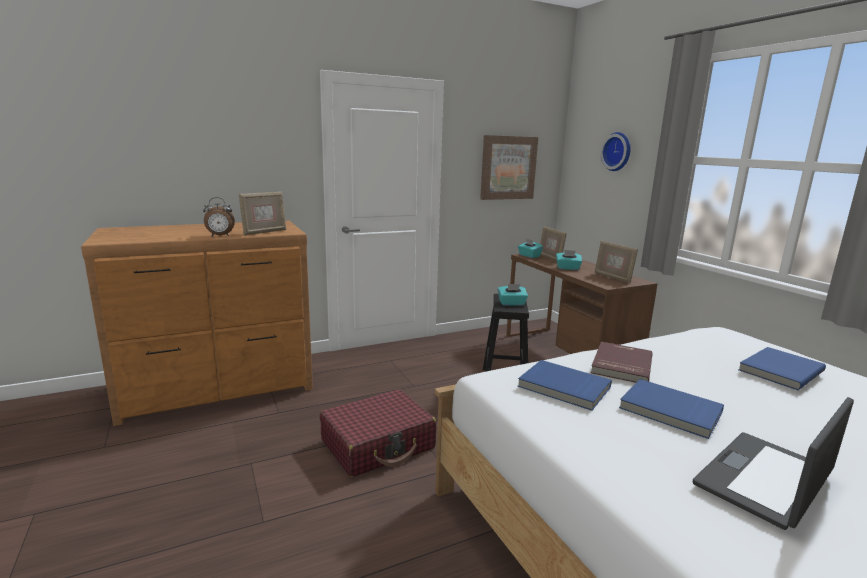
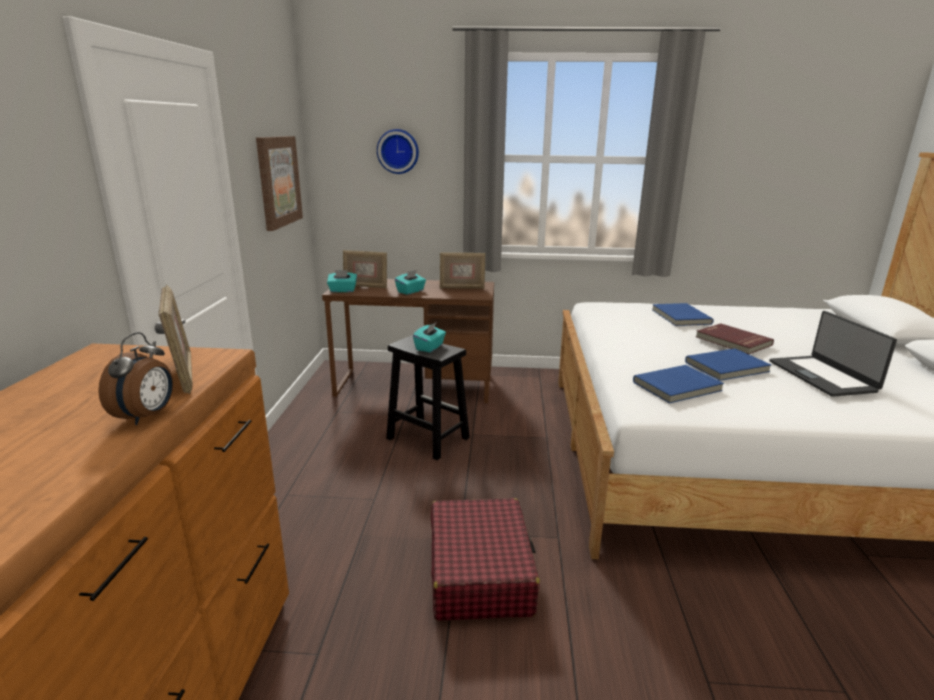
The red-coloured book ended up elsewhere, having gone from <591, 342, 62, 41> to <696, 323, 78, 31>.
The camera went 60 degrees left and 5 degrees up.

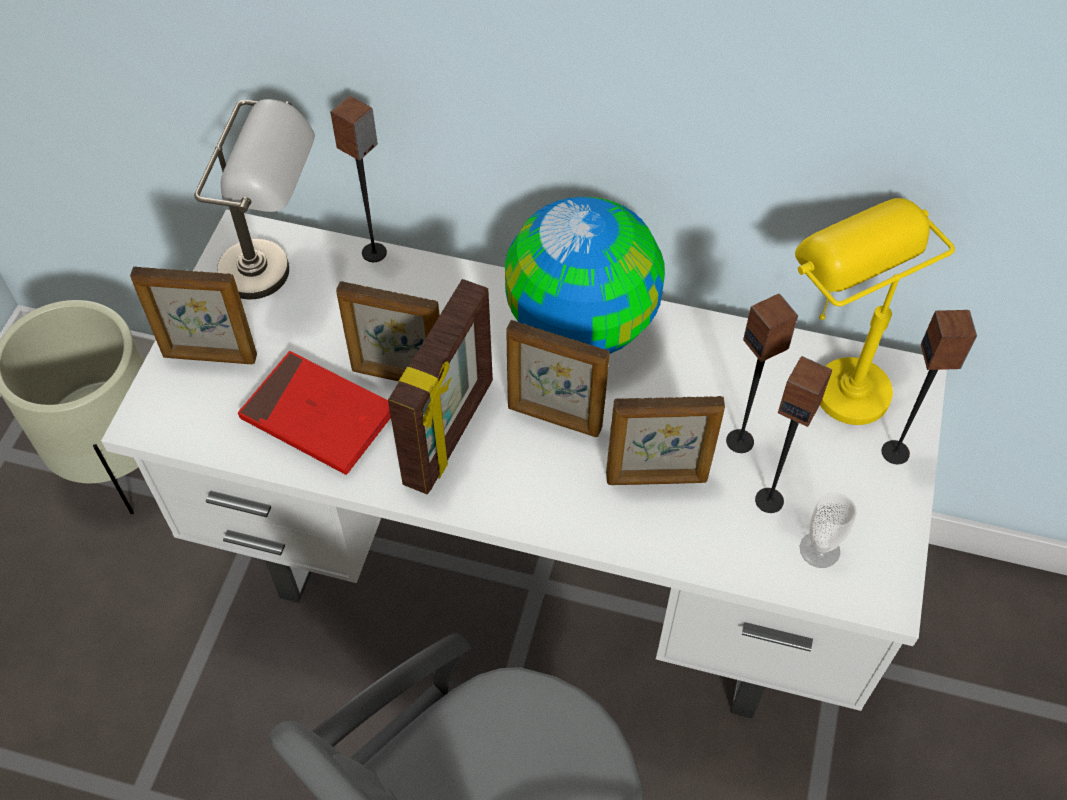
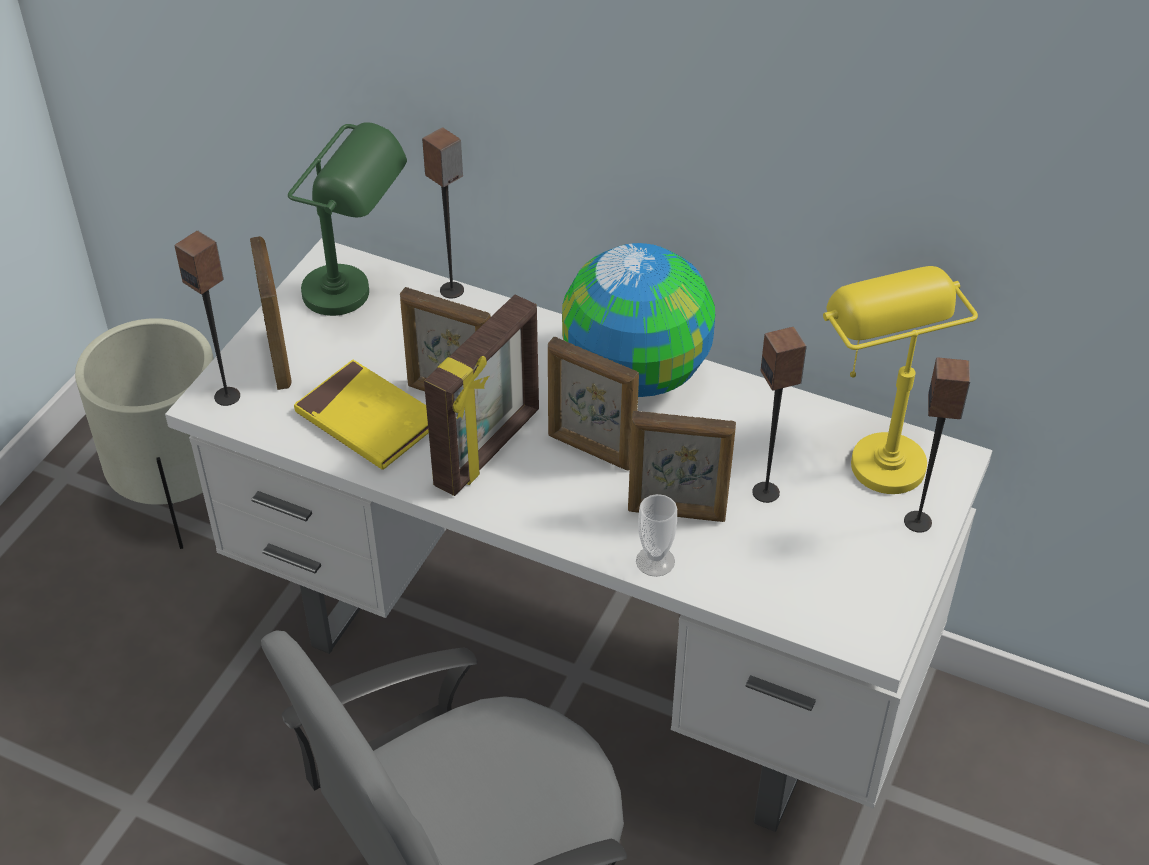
The standing frame at <130, 266, 127, 98> ended up facing another way, 120 degrees counterclockwise from before.
What was the gray table lamp at <194, 99, 121, 200> turned into the greenish table lamp at <288, 122, 119, 194>.
What was the red-coloured book at <238, 351, 153, 124> turned into the yellow book at <294, 360, 135, 110>.
The loudspeaker ended up elsewhere, having gone from <755, 356, 77, 157> to <174, 231, 66, 175>.
The drinking cup ended up elsewhere, having gone from <800, 493, 57, 75> to <636, 494, 41, 83>.
The camera went 10 degrees right and 10 degrees down.

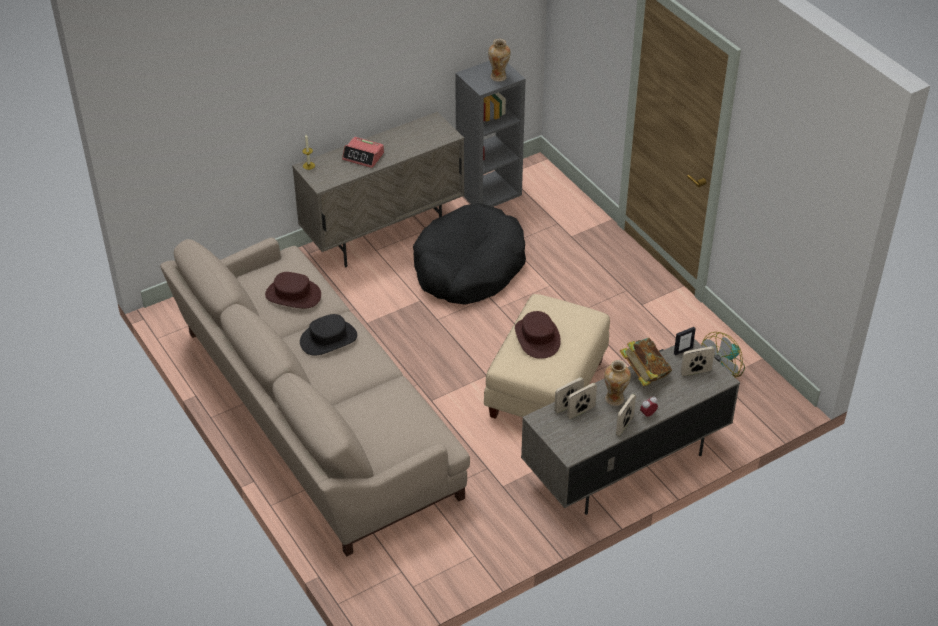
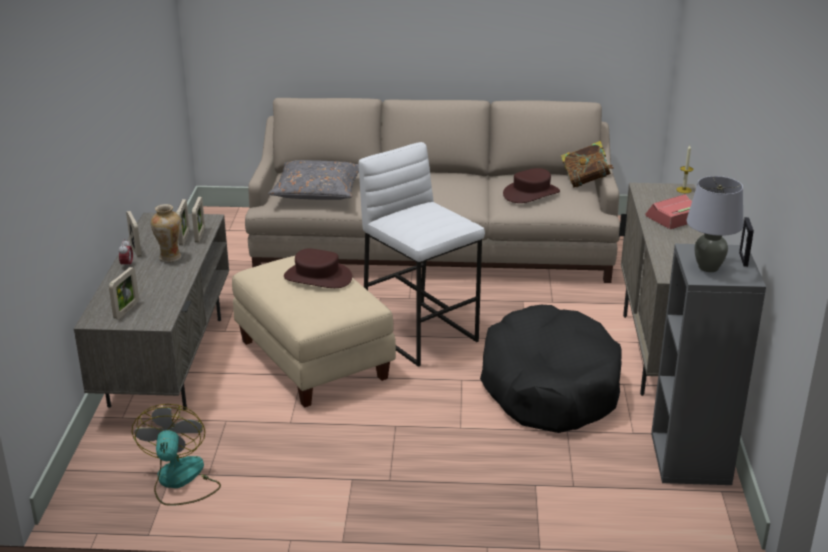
The second view lost the black-coloured hat at <300, 314, 57, 42>.
Where the decorative vase stood at <488, 39, 23, 43>, the gray table lamp came to stand at <687, 176, 57, 96>.
The book ended up elsewhere, having gone from <620, 338, 52, 48> to <561, 141, 53, 47>.
The standing frame ended up elsewhere, having gone from <674, 327, 22, 29> to <739, 217, 15, 50>.
The second view gained the gray throw pillow at <268, 160, 91, 40>.
The second view gained the whitish sitting stool at <359, 142, 126, 225>.
The camera went 125 degrees right and 15 degrees down.

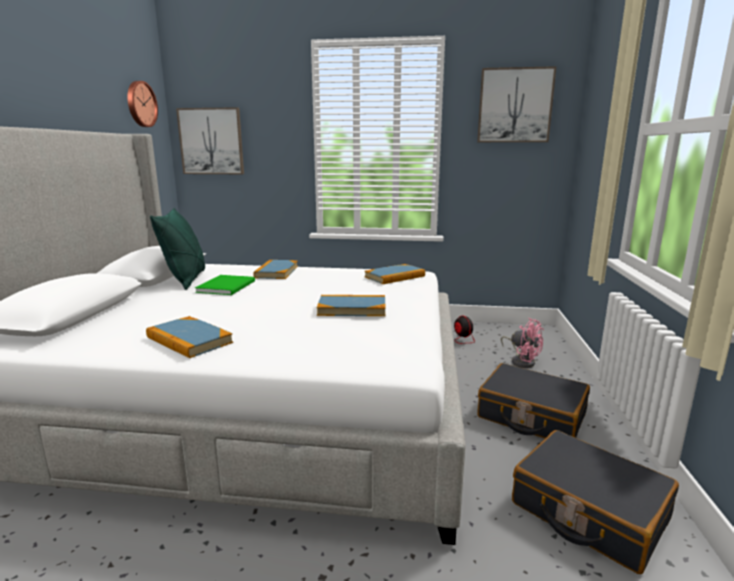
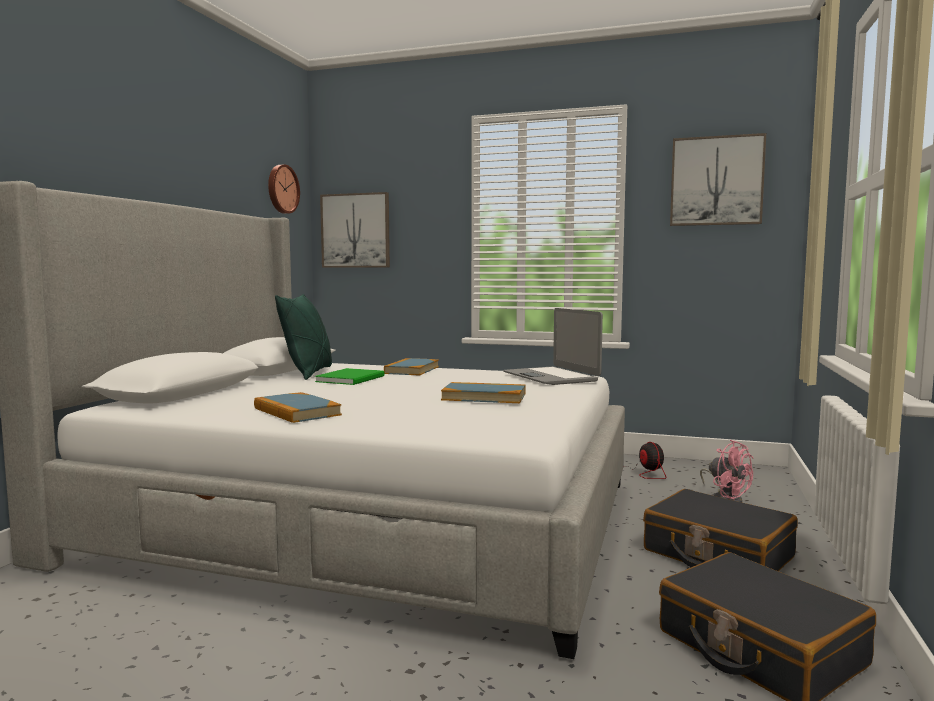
Where the book stood at <365, 264, 60, 20>, the laptop came to stand at <503, 308, 100, 77>.
The camera went 10 degrees right and 10 degrees down.

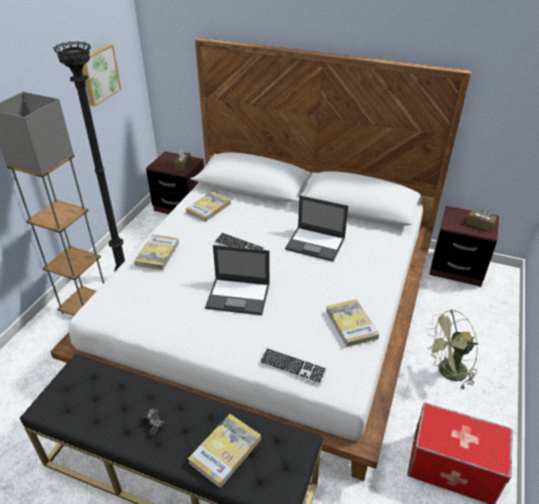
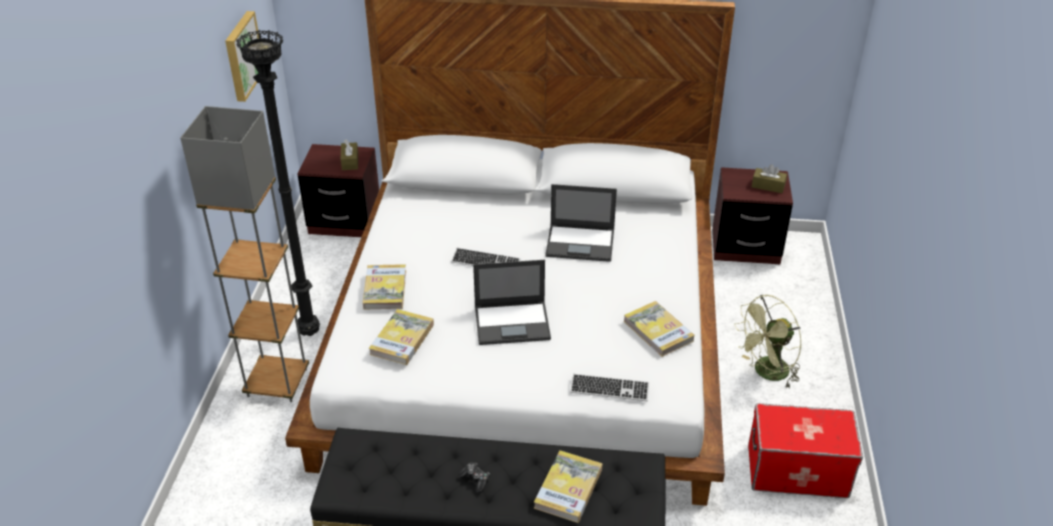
The book ended up elsewhere, having gone from <186, 191, 45, 31> to <369, 309, 65, 56>.
The camera went 15 degrees left and 0 degrees up.

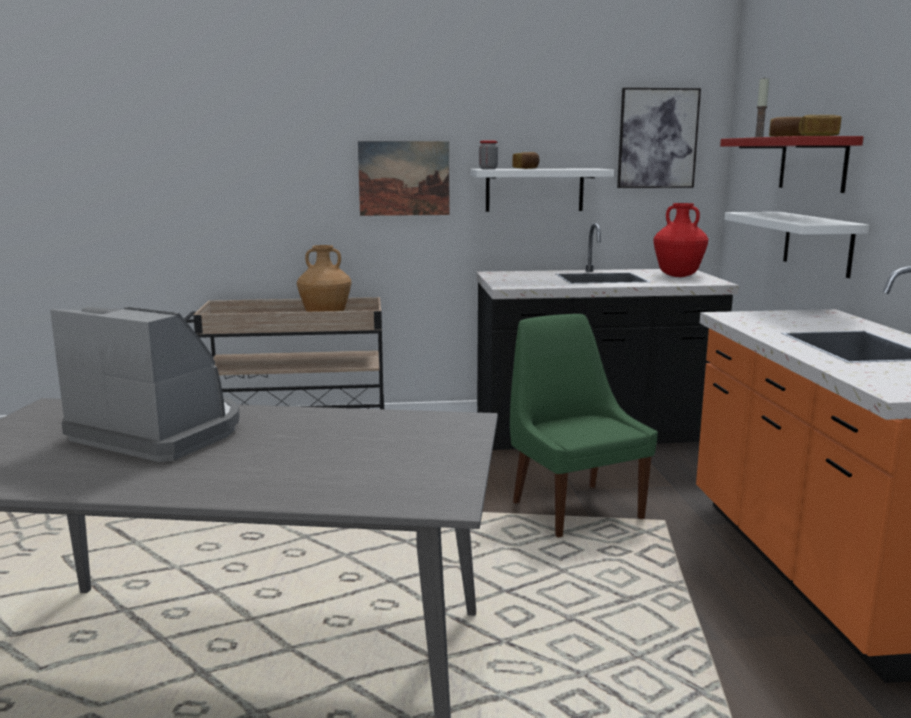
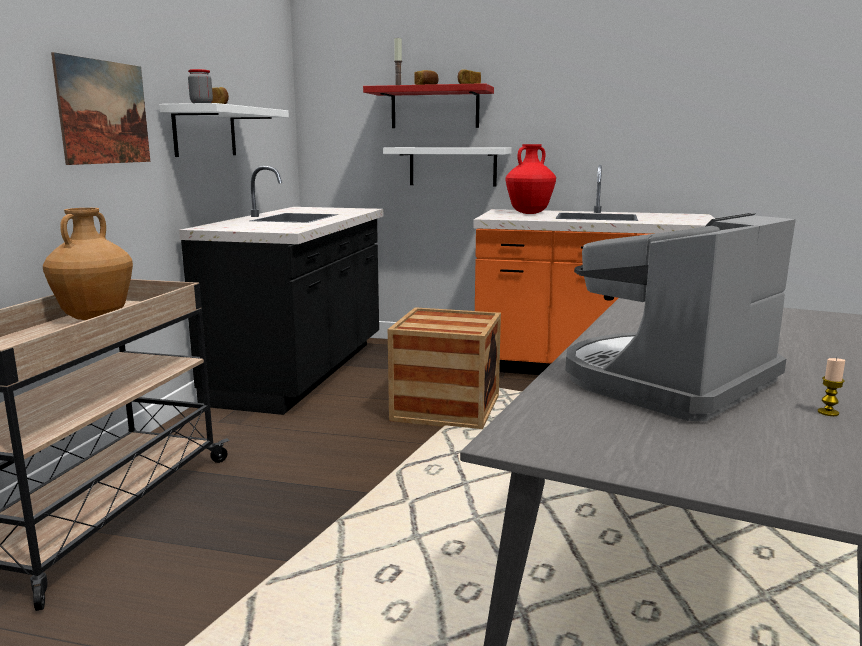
Where the greenish plain chair stood at <510, 314, 148, 224>, the shipping crate came to stand at <388, 307, 113, 122>.
The second view lost the wall art at <617, 88, 84, 100>.
The red-coloured decorative vase ended up elsewhere, having gone from <653, 203, 55, 74> to <506, 144, 50, 70>.
The second view gained the wax candle at <818, 358, 27, 58>.
The camera went 70 degrees left and 0 degrees up.

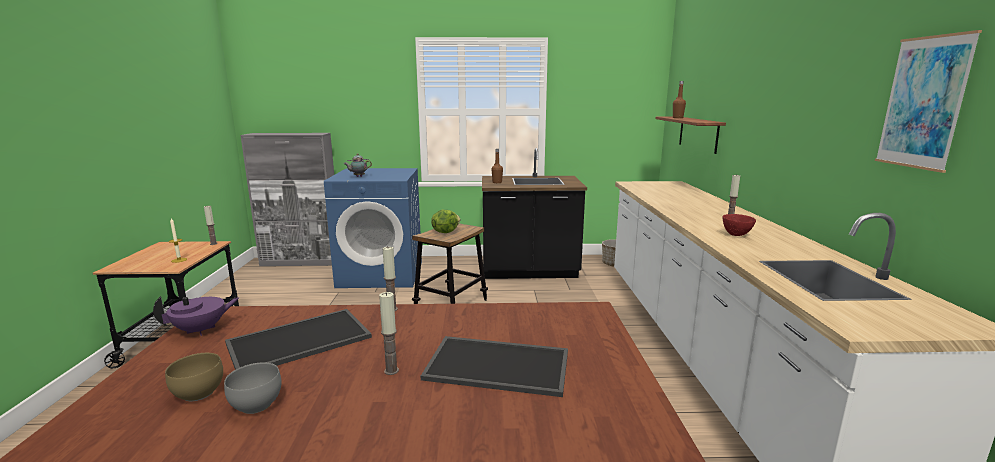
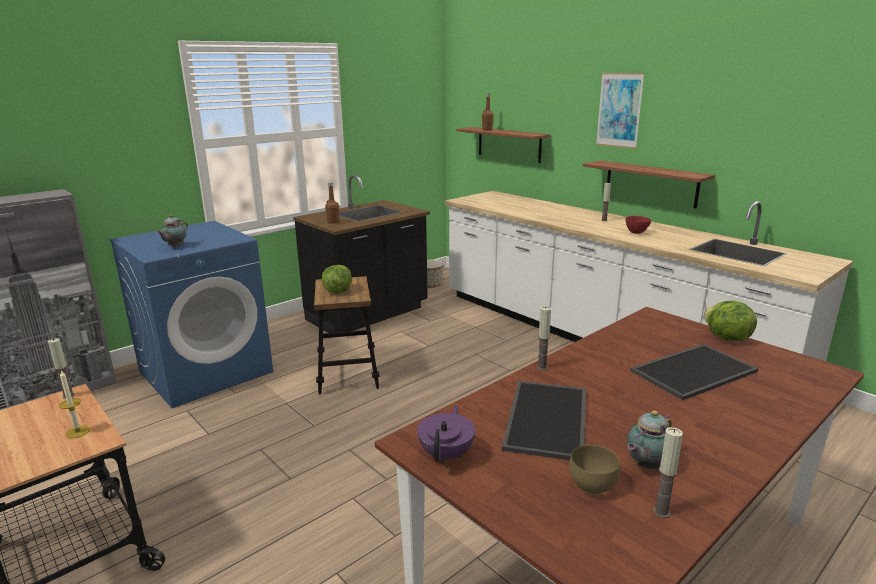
Where the gray deep dish stood at <224, 362, 57, 52>, the tea pot came to stand at <627, 411, 45, 58>.
The wax candle ended up elsewhere, having gone from <379, 292, 20, 83> to <653, 427, 30, 91>.
The wall art ended up elsewhere, having gone from <875, 30, 107, 143> to <596, 73, 49, 76>.
The second view gained the wall shelf at <583, 160, 132, 48>.
The second view gained the lettuce at <704, 300, 53, 41>.
The camera went 40 degrees left and 5 degrees up.

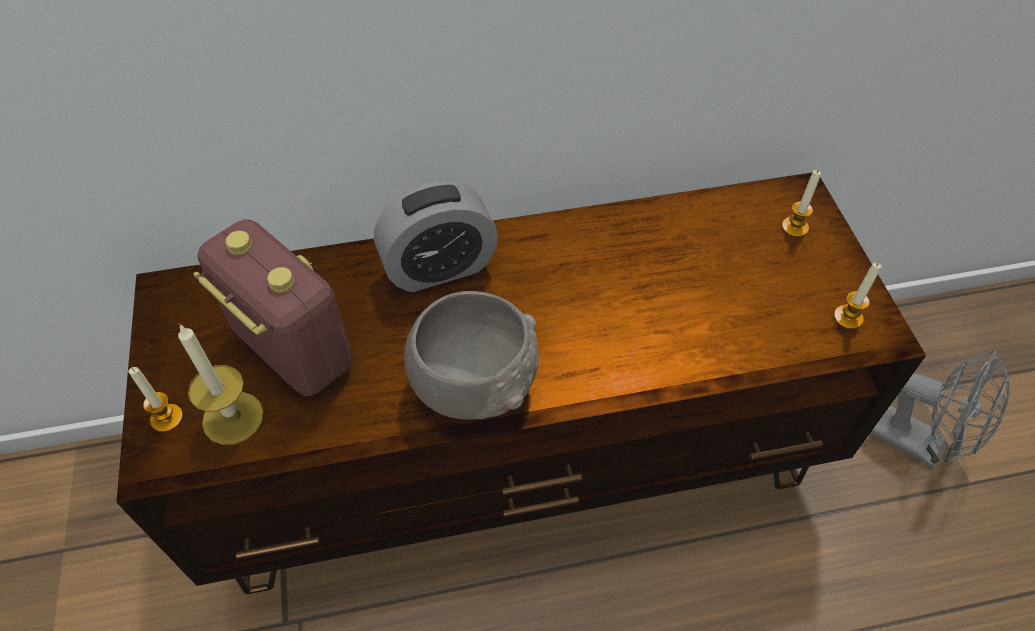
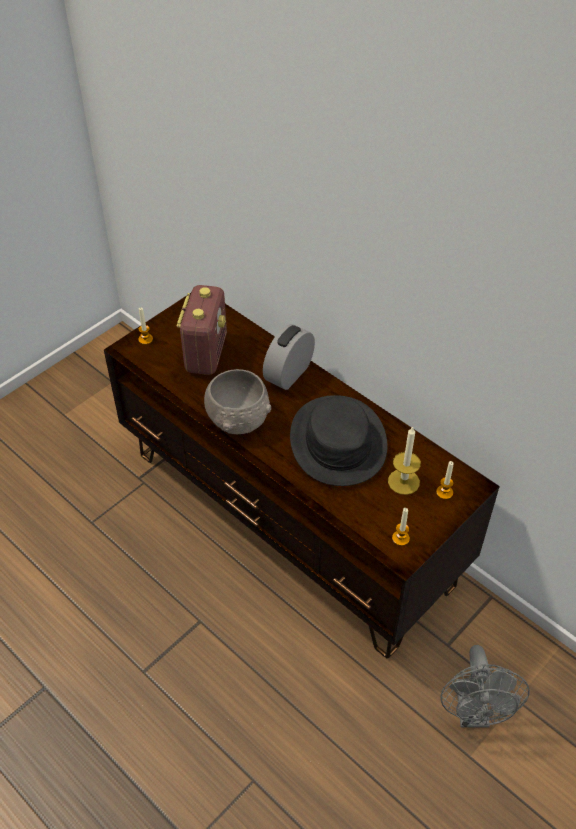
The wax candle ended up elsewhere, having gone from <178, 324, 86, 121> to <388, 426, 33, 69>.
The table clock at <374, 181, 124, 111> ended up facing another way, 90 degrees clockwise from before.
The second view gained the black-coloured hat at <290, 395, 97, 91>.
The camera went 55 degrees right and 5 degrees down.

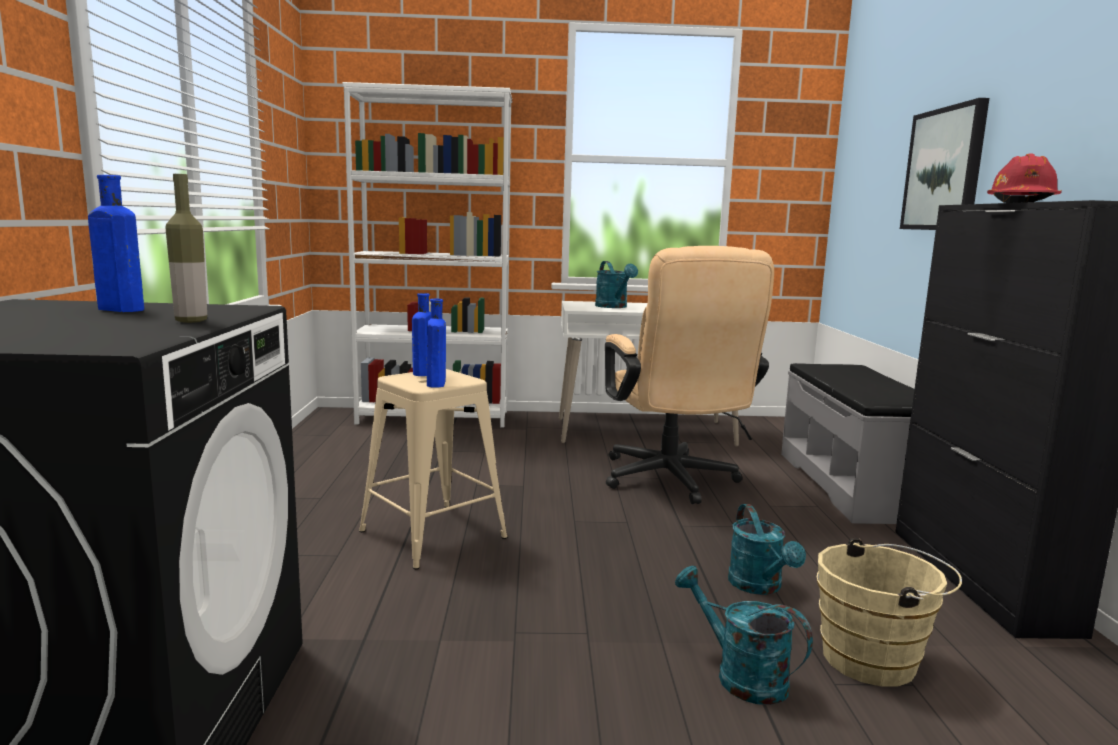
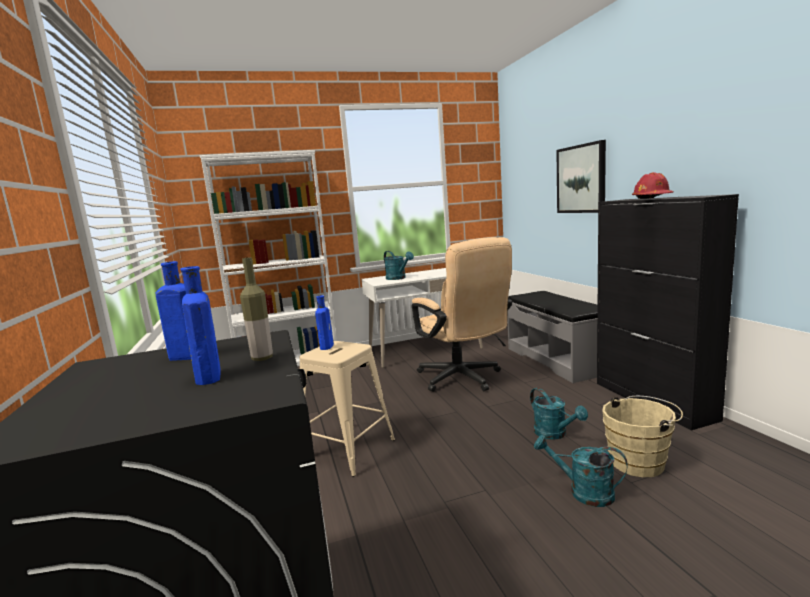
The bluish beverage bottle ended up elsewhere, having gone from <427, 298, 19, 90> to <180, 266, 41, 119>.
The camera went 15 degrees left and 0 degrees up.

